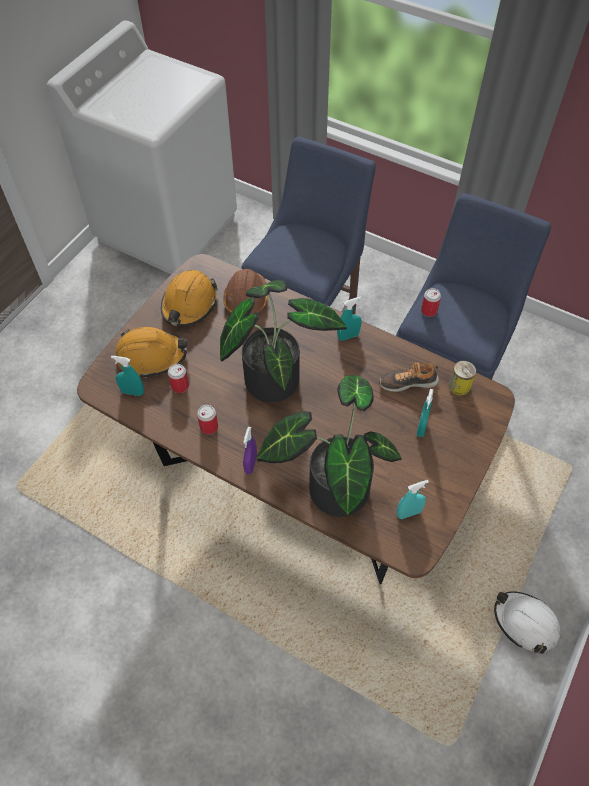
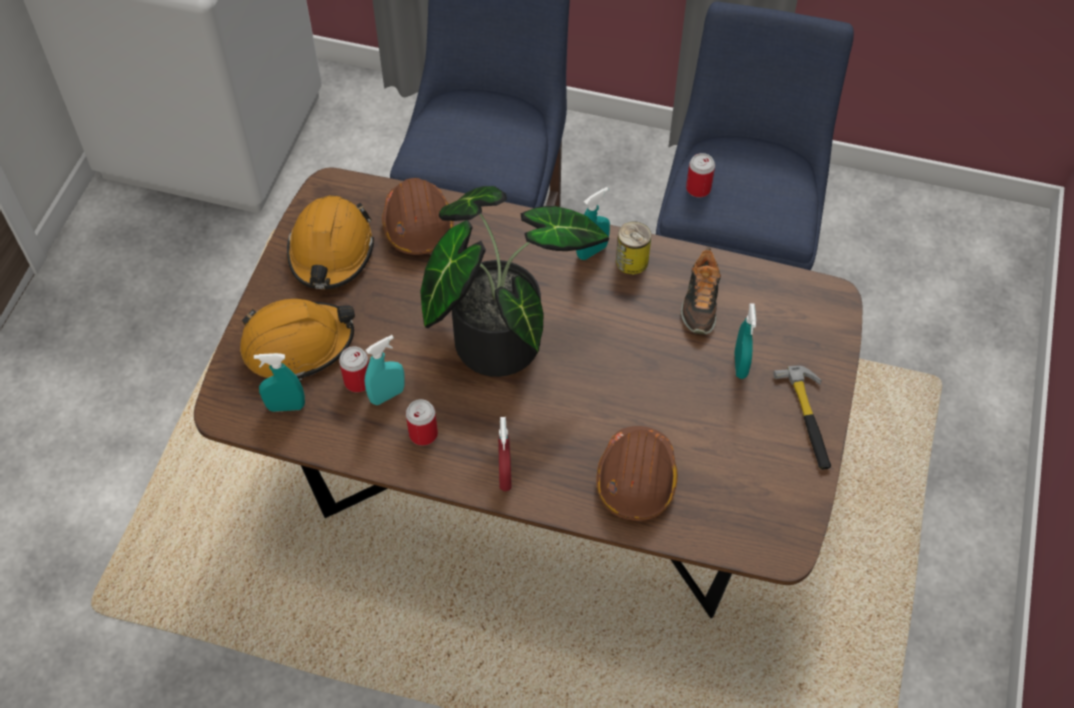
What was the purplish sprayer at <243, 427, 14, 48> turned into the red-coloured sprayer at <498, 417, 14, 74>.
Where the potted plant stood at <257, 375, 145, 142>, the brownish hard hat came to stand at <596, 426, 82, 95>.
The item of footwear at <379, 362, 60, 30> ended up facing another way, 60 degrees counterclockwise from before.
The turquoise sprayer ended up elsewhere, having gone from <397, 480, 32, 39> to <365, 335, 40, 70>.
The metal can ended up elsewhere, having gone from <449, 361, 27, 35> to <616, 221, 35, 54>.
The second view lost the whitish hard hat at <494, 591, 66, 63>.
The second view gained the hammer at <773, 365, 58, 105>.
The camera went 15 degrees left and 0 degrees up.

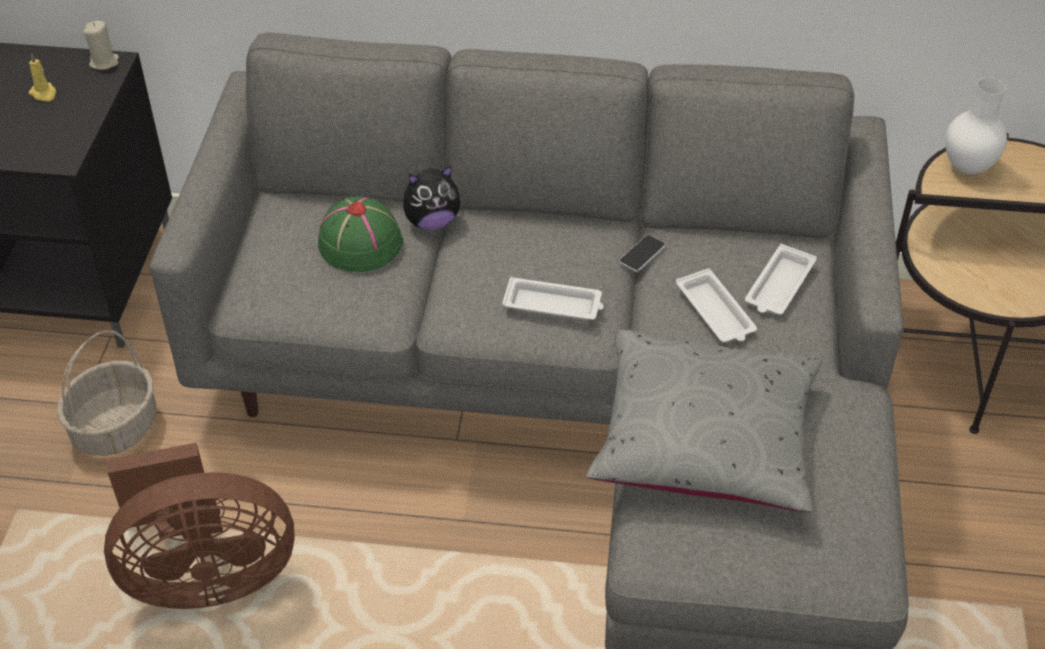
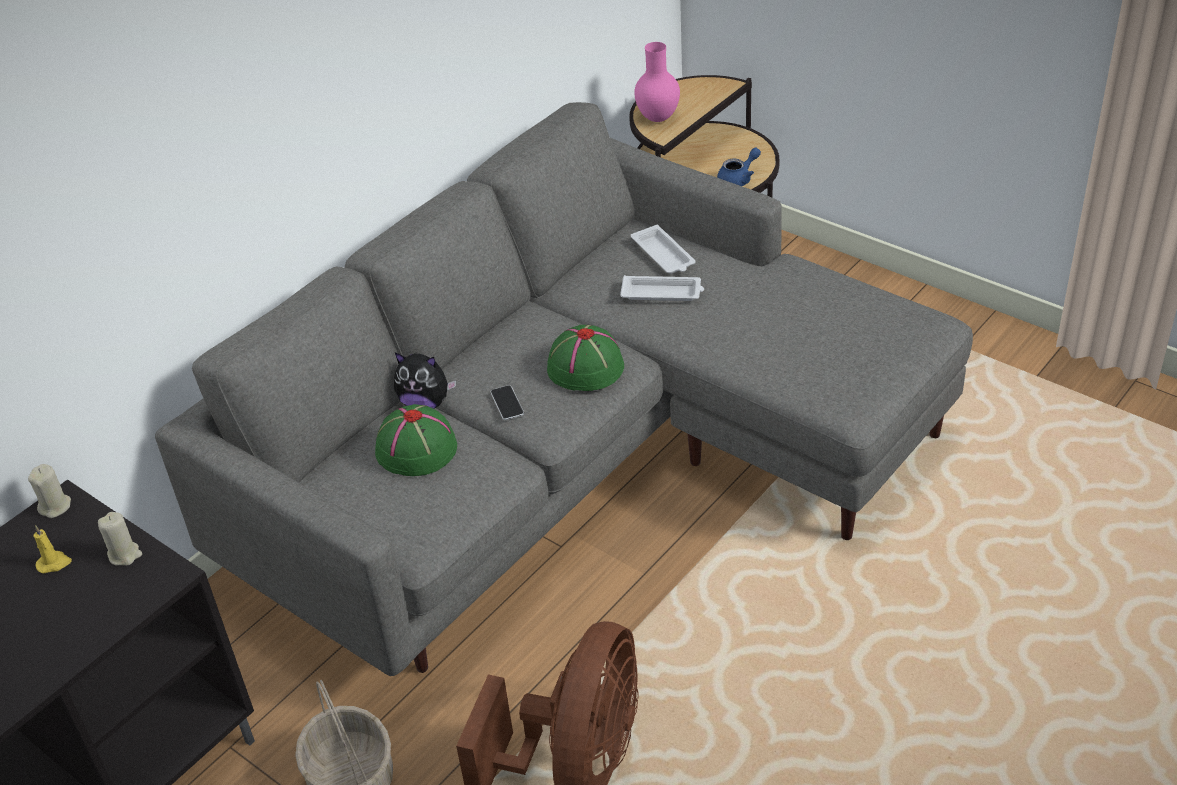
The plush toy at <403, 166, 57, 64> ended up facing another way, 90 degrees clockwise from before.
Where the whitish serving tray stood at <502, 277, 102, 43>, the greenish hat came to stand at <547, 325, 77, 66>.
The second view lost the gray throw pillow at <586, 330, 236, 182>.
The phone ended up elsewhere, having gone from <619, 235, 47, 37> to <490, 385, 34, 35>.
What was the whitish decorative vase at <945, 78, 62, 97> turned into the pink decorative vase at <634, 42, 46, 80>.
The second view gained the beige wax candle at <98, 512, 44, 54>.
The second view gained the bluish tea pot at <717, 147, 44, 39>.
The camera went 55 degrees left and 5 degrees down.

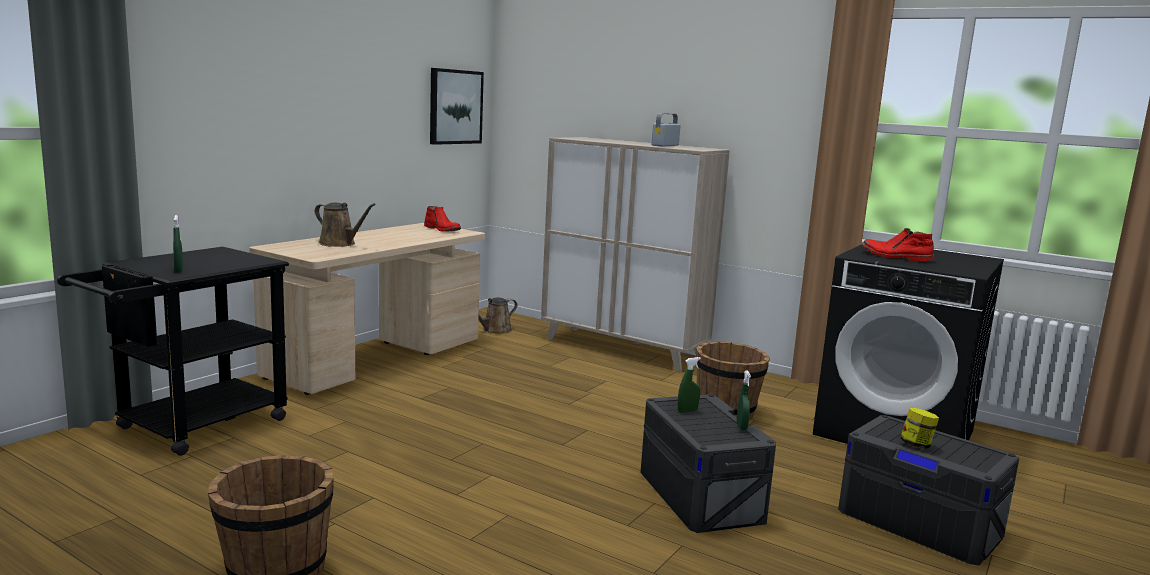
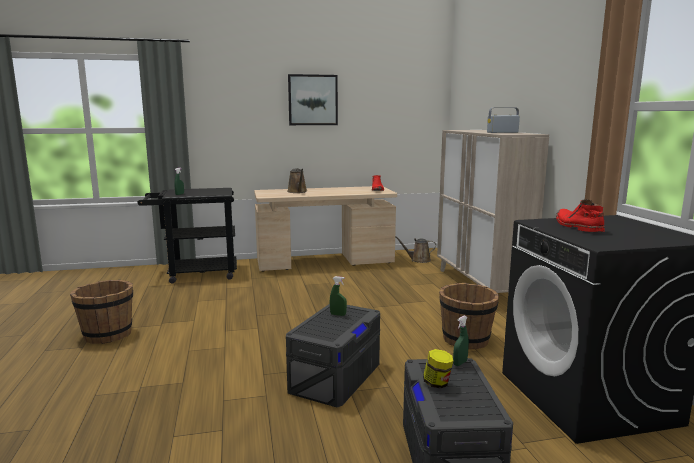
The wall art ended up elsewhere, having gone from <430, 68, 54, 77> to <288, 74, 50, 51>.
The greenish sprayer ended up elsewhere, having gone from <737, 370, 14, 60> to <453, 315, 16, 51>.
The camera went 45 degrees right and 0 degrees up.

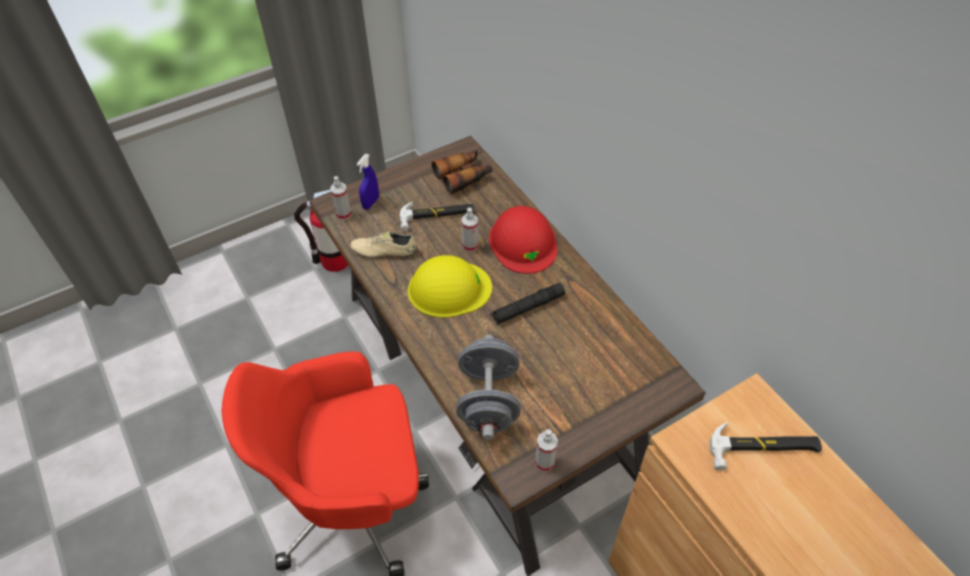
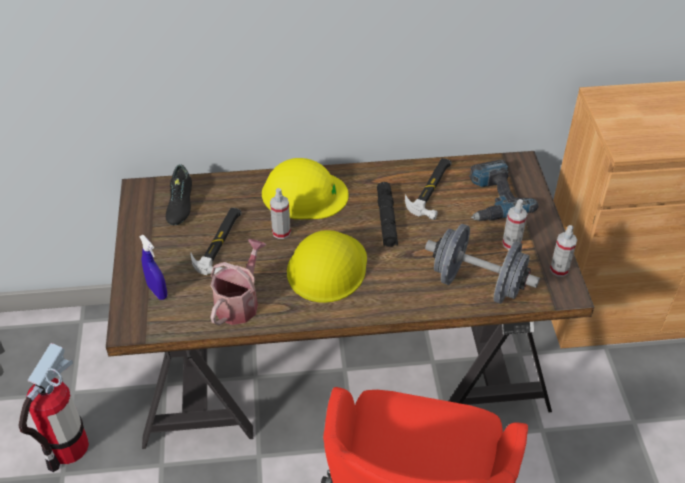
The sprayer ended up elsewhere, having gone from <330, 176, 22, 44> to <502, 199, 25, 51>.
Where the beige item of footwear stood at <350, 231, 66, 27>, the watering pot came to stand at <210, 239, 56, 86>.
Where the binoculars stood at <432, 150, 60, 45>, the black-coloured item of footwear came to stand at <166, 164, 26, 61>.
What was the red-coloured hard hat at <489, 206, 68, 68> turned into the yellow hard hat at <262, 158, 87, 61>.
The hammer ended up elsewhere, having gone from <709, 422, 113, 49> to <405, 158, 47, 62>.
The second view gained the power drill at <469, 160, 70, 61>.
The camera went 65 degrees left and 5 degrees down.

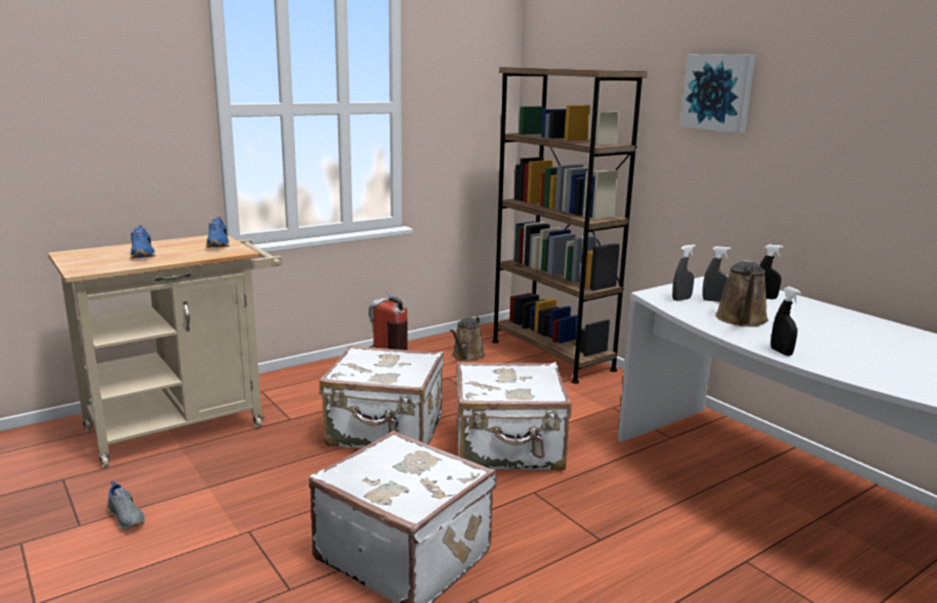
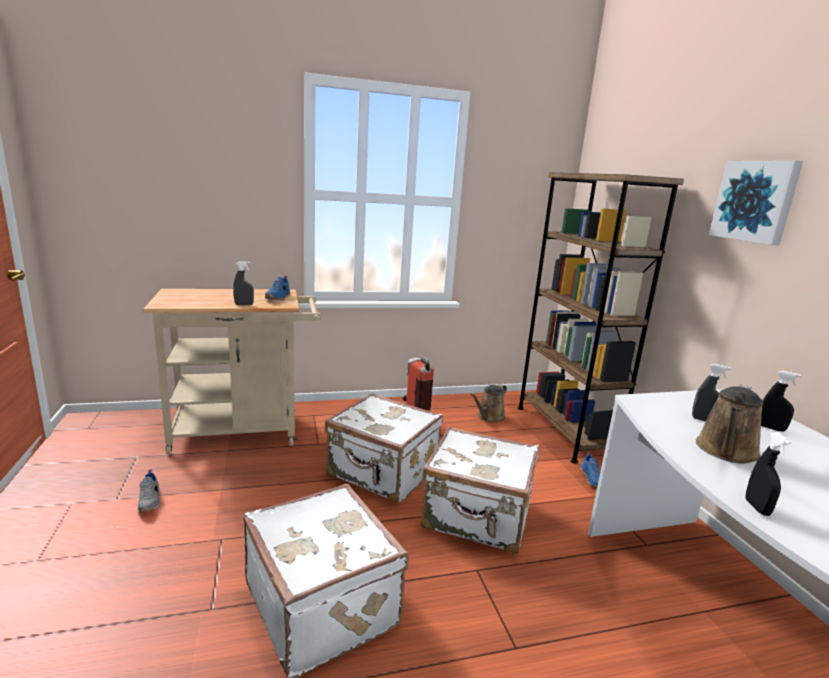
The bluish item of footwear ended up elsewhere, having gone from <131, 225, 25, 33> to <580, 452, 20, 35>.
The gray sprayer ended up elsewhere, having gone from <672, 245, 24, 56> to <233, 261, 21, 45>.
The camera went 20 degrees right and 0 degrees up.

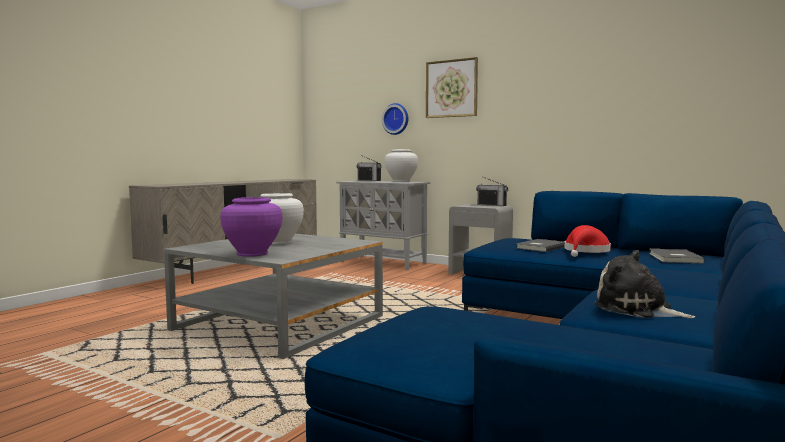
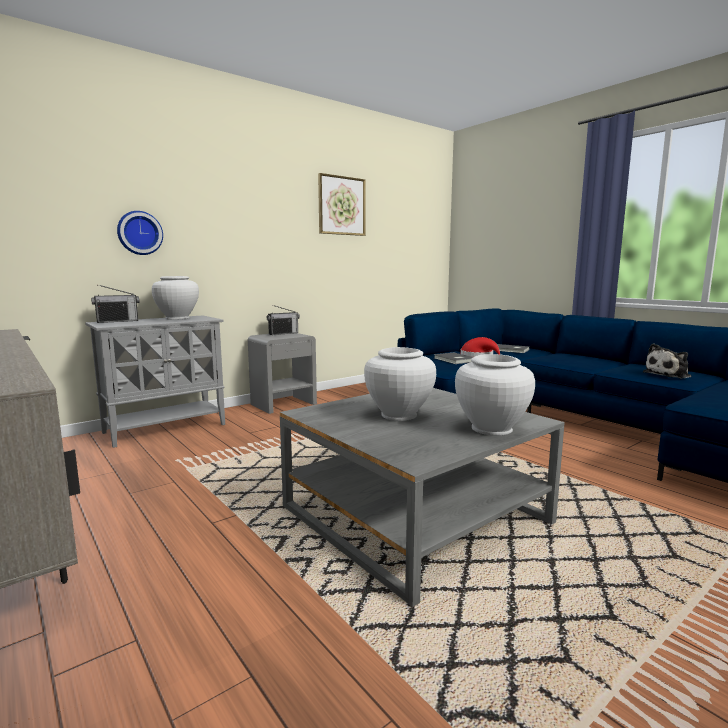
What was the purplish decorative vase at <220, 197, 62, 60> turned into the whitish decorative vase at <455, 354, 80, 82>.
The wall art ended up elsewhere, having gone from <426, 57, 52, 61> to <318, 173, 47, 63>.
The camera went 70 degrees left and 5 degrees up.

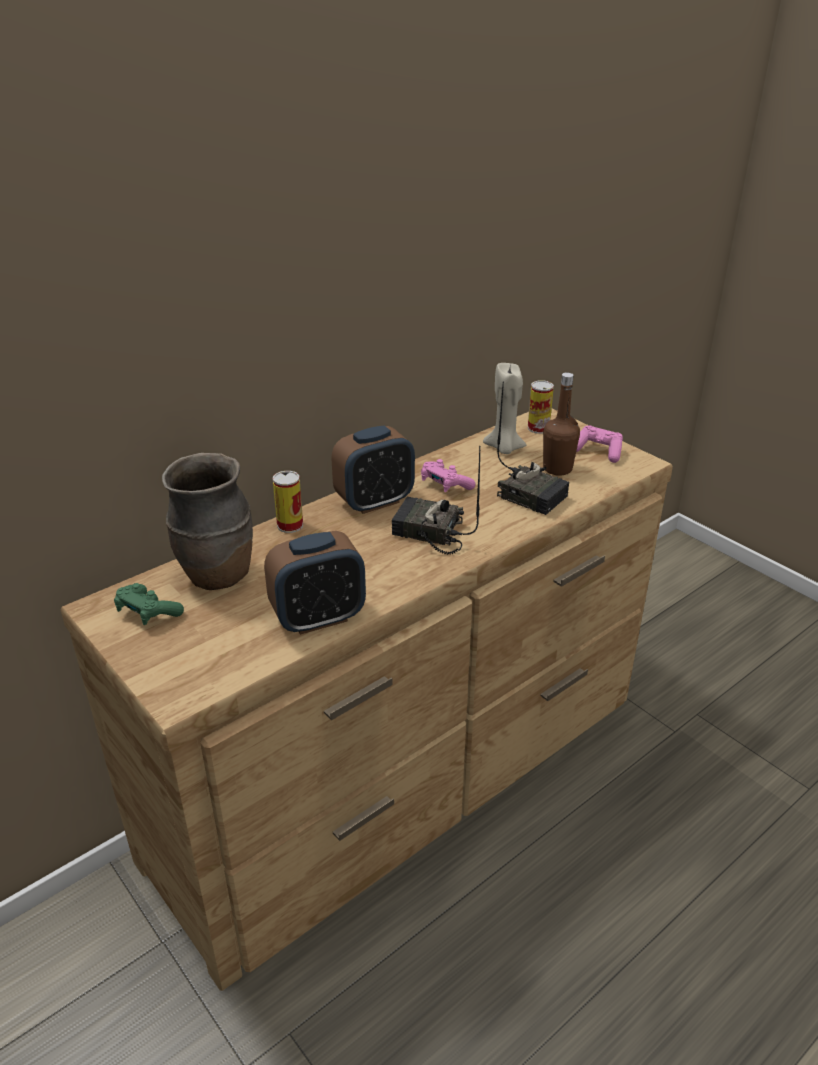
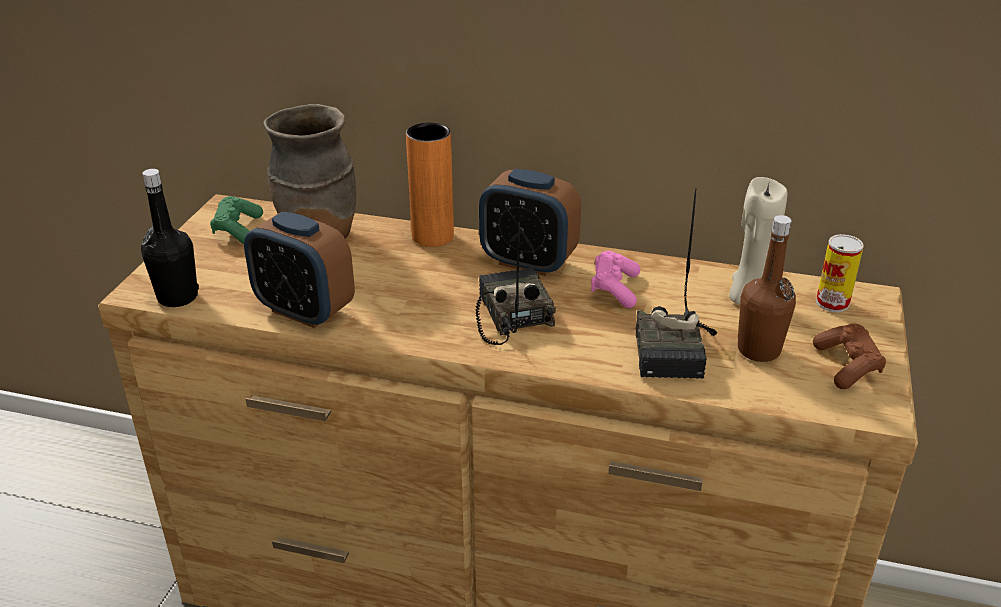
Where the metal can stood at <273, 471, 30, 62>, the orangey decorative vase came to stand at <406, 123, 48, 124>.
What was the pink joypad at <576, 426, 47, 37> turned into the brownish joypad at <813, 323, 73, 66>.
The second view gained the black-coloured beverage bottle at <141, 169, 58, 138>.
The camera went 55 degrees right and 0 degrees up.

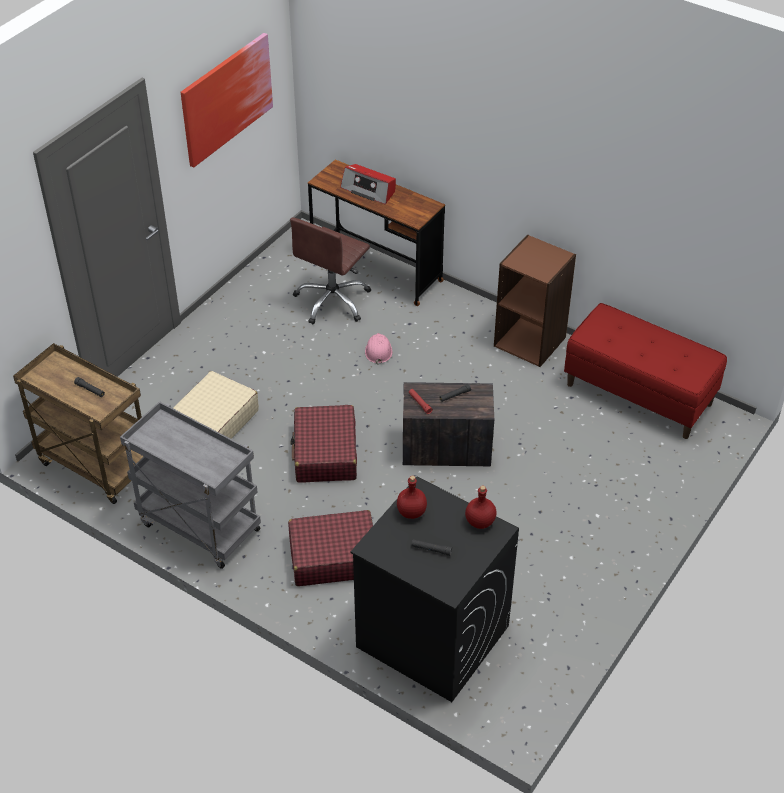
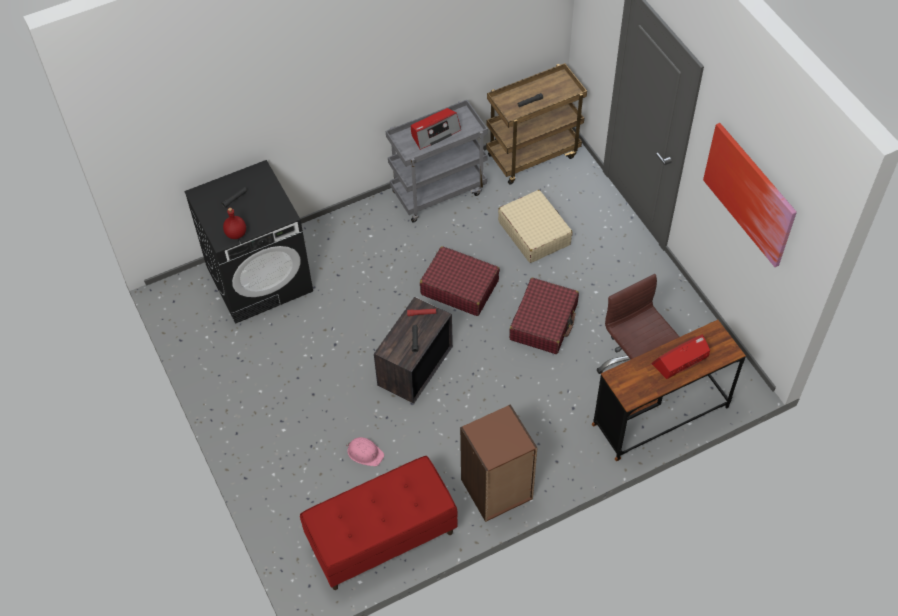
The red-coloured travel case ended up elsewhere, having gone from <288, 510, 85, 76> to <509, 278, 70, 76>.
The pink hard hat ended up elsewhere, having gone from <365, 333, 27, 32> to <346, 437, 38, 30>.
The second view lost the red-coloured beverage bottle at <397, 476, 30, 43>.
The second view gained the radio receiver at <411, 108, 50, 42>.
The camera went 120 degrees right and 10 degrees up.

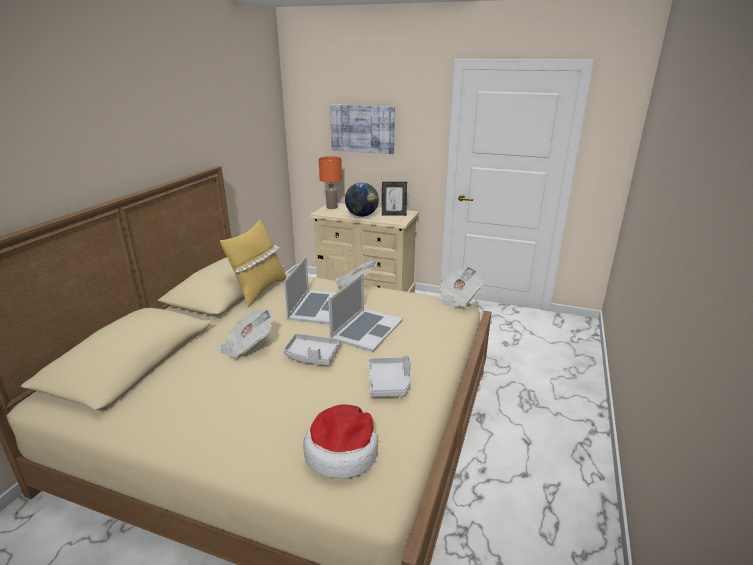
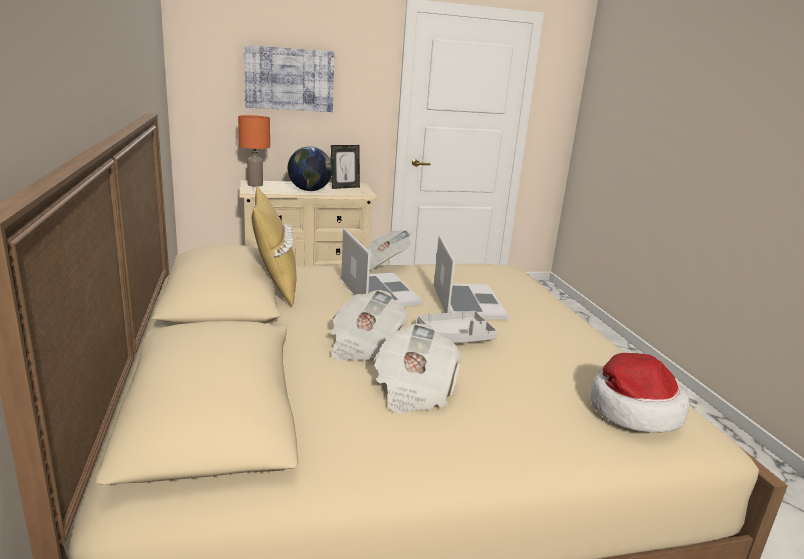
The second view lost the gray serving tray at <368, 355, 43, 42>.
The daily paper ended up elsewhere, having gone from <438, 267, 46, 40> to <374, 324, 88, 89>.
The camera went 35 degrees left and 5 degrees down.

